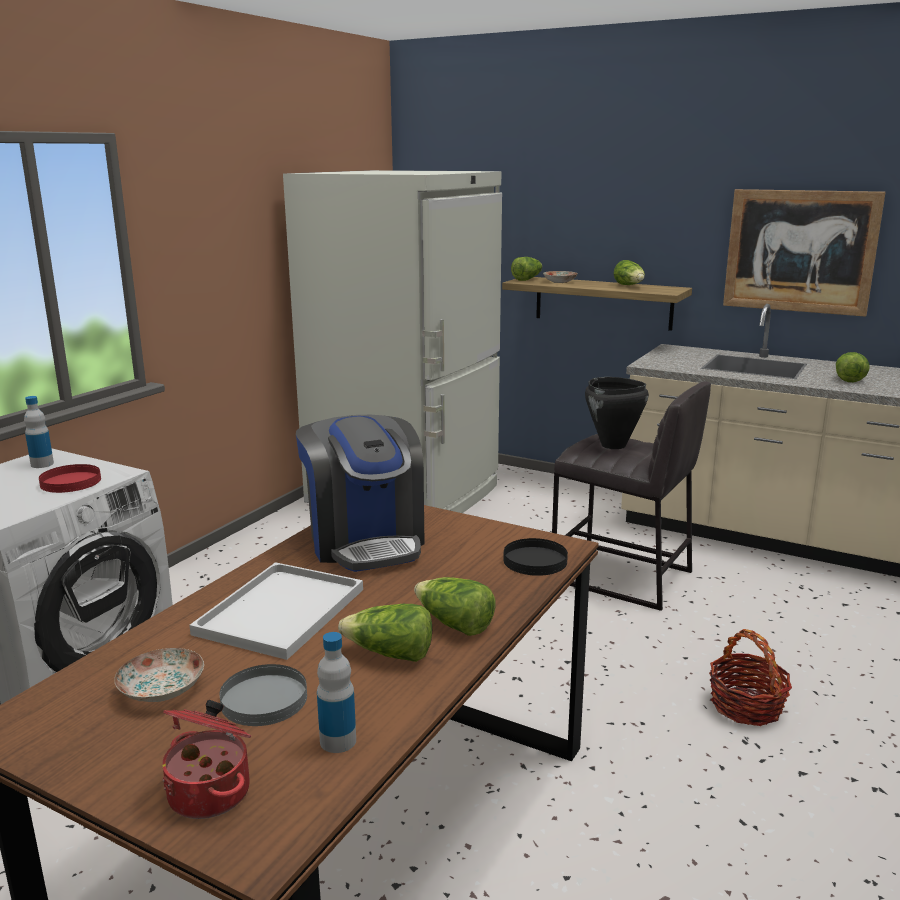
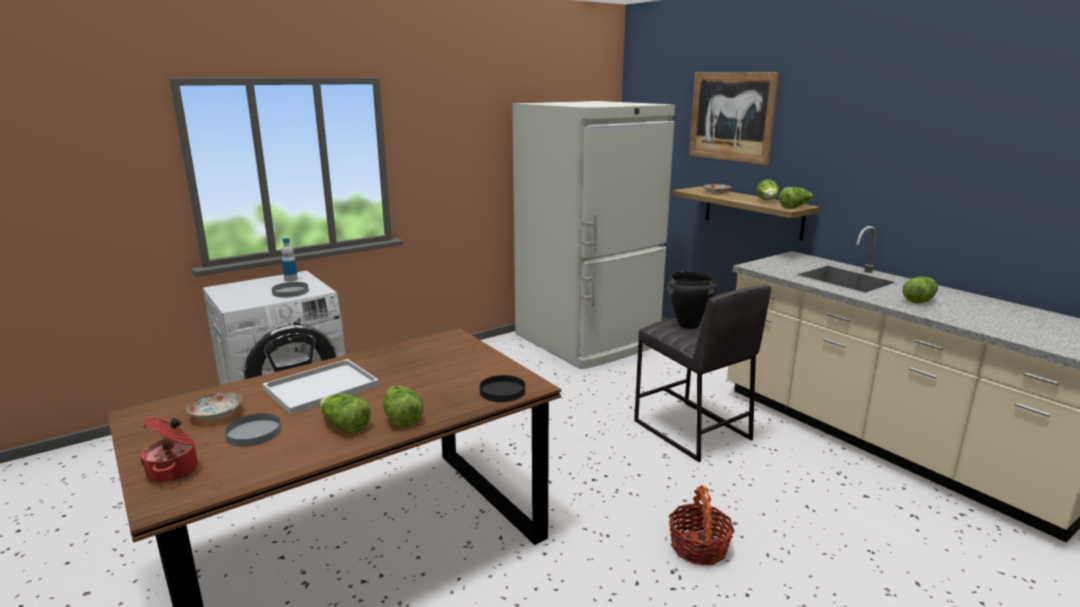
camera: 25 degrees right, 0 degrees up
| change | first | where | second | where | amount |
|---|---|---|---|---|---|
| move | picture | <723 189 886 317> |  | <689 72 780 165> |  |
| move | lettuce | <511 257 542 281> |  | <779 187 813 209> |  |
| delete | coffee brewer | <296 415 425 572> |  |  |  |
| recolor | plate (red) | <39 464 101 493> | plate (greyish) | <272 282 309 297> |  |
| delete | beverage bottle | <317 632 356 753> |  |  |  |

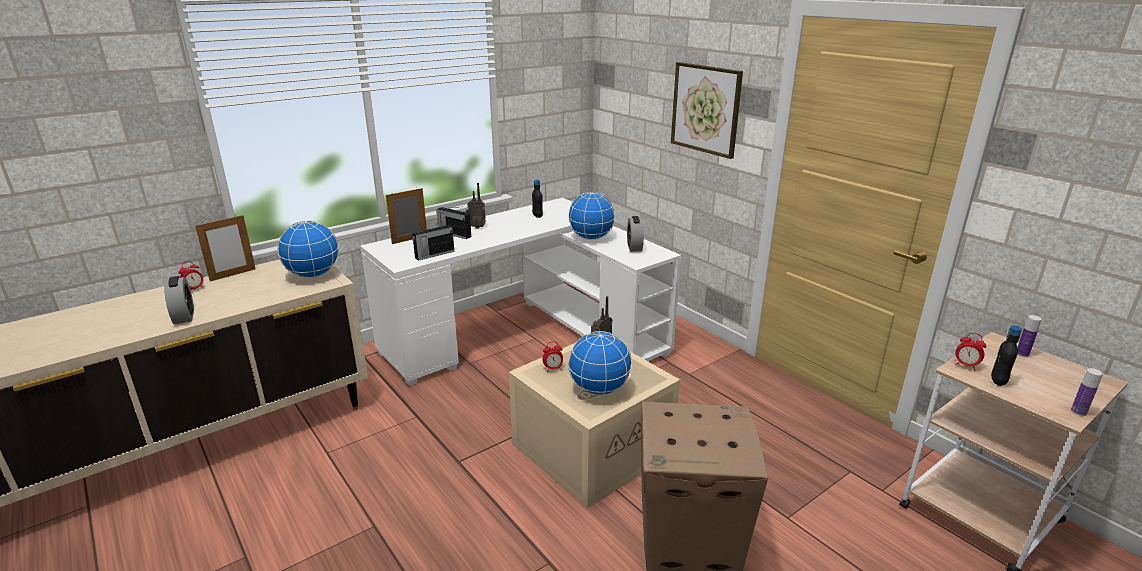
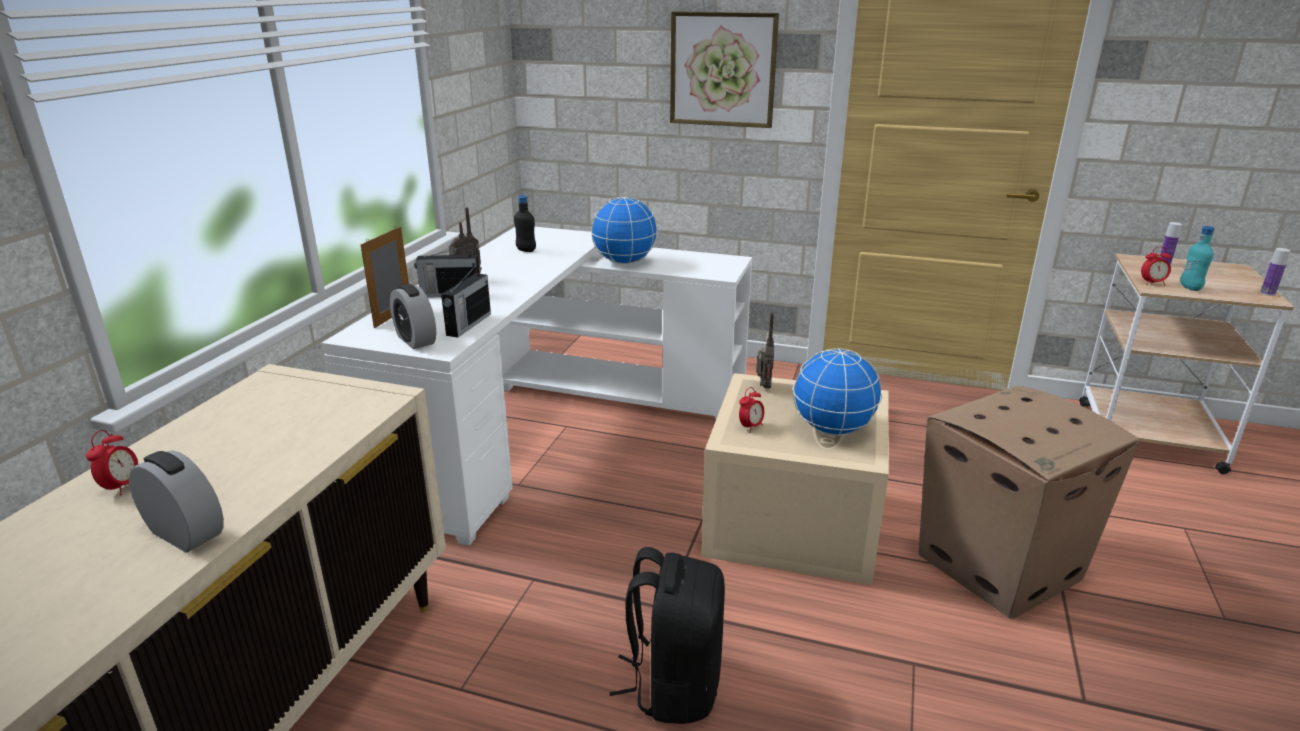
camera: 35 degrees left, 0 degrees up
| change | first | where | second | where | amount |
|---|---|---|---|---|---|
| delete | standing frame | <195 215 256 281> |  |  |  |
| move | table clock | <627 216 644 252> |  | <390 284 436 349> |  |
| delete | globe | <277 221 339 278> |  |  |  |
| recolor | beverage bottle (black) | <991 325 1022 386> | beverage bottle (blue-green) | <1180 226 1215 291> |  |
| insert |  |  | rucksack (black) | <609 547 725 724> |  |

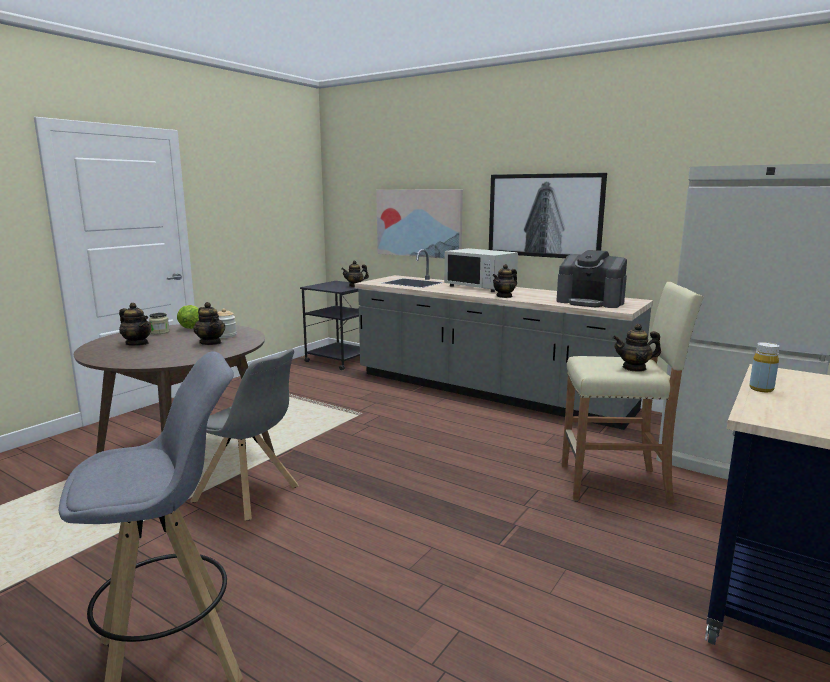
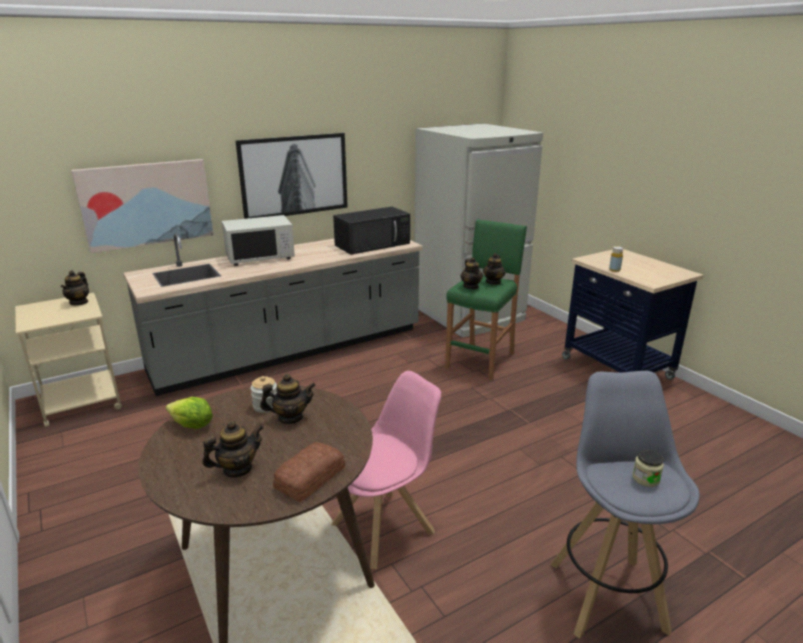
camera: 65 degrees left, 10 degrees up
| change | first | where | second | where | amount |
|---|---|---|---|---|---|
| replace | coffee brewer | <556 250 627 308> | microwave oven (black) | <333 207 410 255> |  |
| move | pot for tea | <492 264 517 298> |  | <460 257 483 289> |  |
| recolor | trolley (black) | <300 281 360 370> | trolley (beige) | <15 293 122 427> |  |
| recolor | stool seat (beige) | <562 282 704 504> | stool seat (greenish) | <445 219 527 381> |  |
| move | jar | <149 313 169 334> |  | <632 450 664 487> |  |
| recolor | plain chair (greyish) | <190 349 299 521> | plain chair (pink-coloured) | <332 371 441 569> |  |
| insert |  |  | baked bread | <273 442 345 502> |  |

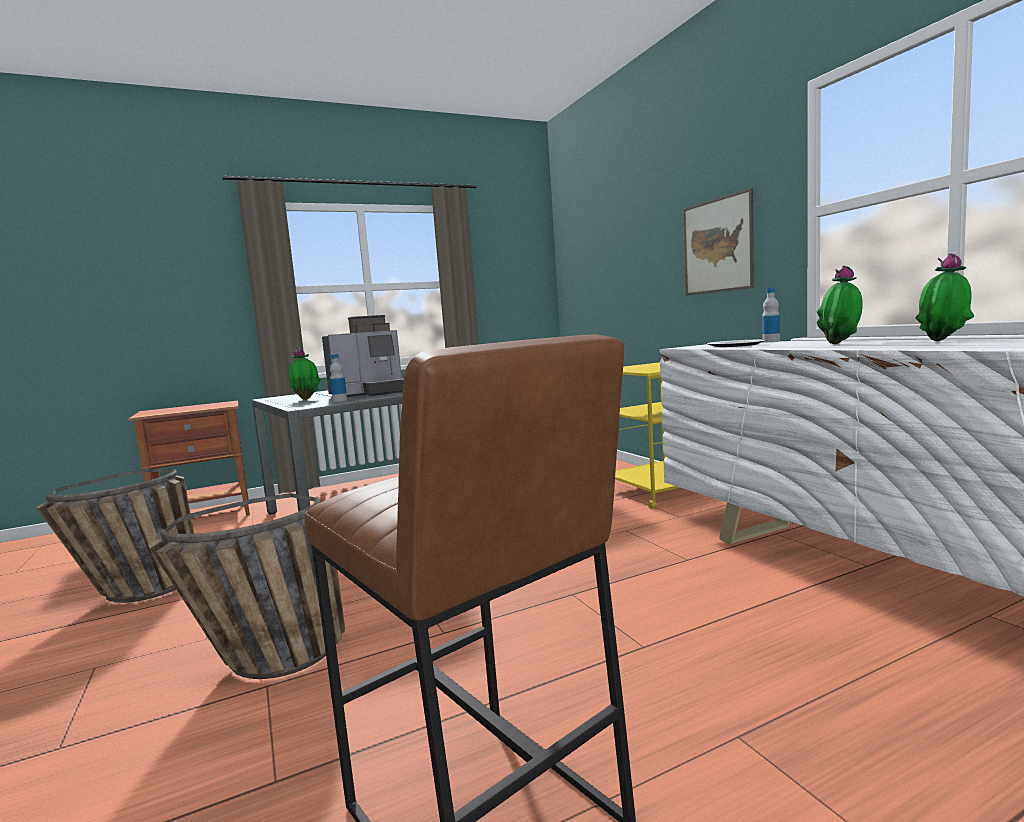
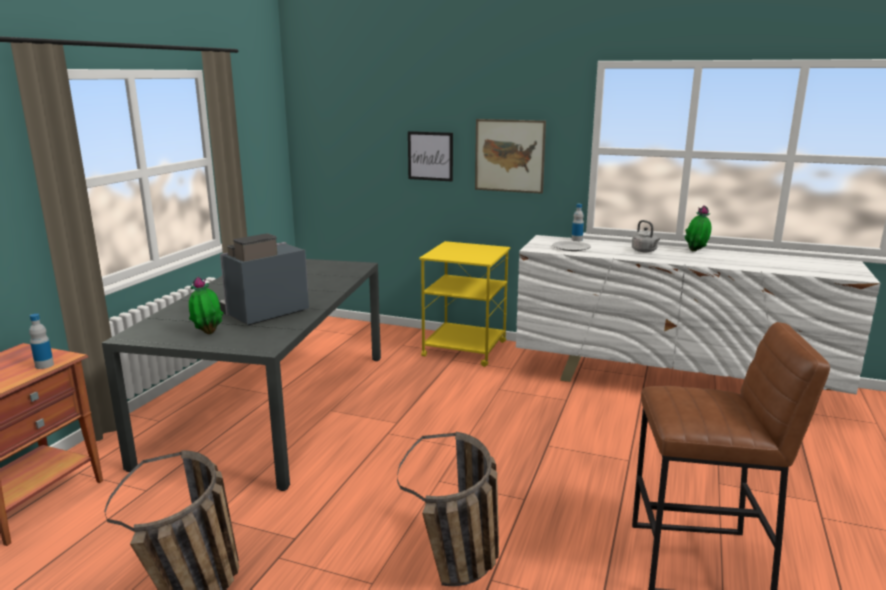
camera: 45 degrees left, 10 degrees up
| change | first | where | second | where | amount |
|---|---|---|---|---|---|
| replace | houseplant | <816 266 863 344> | tea kettle (greyish) | <632 220 660 252> |  |
| rotate | coffee brewer | <322 315 404 397> |  | <219 233 309 325> | 150 degrees counterclockwise |
| move | beverage bottle | <330 354 347 402> |  | <29 314 54 369> |  |
| insert |  |  | picture | <408 131 453 182> |  |

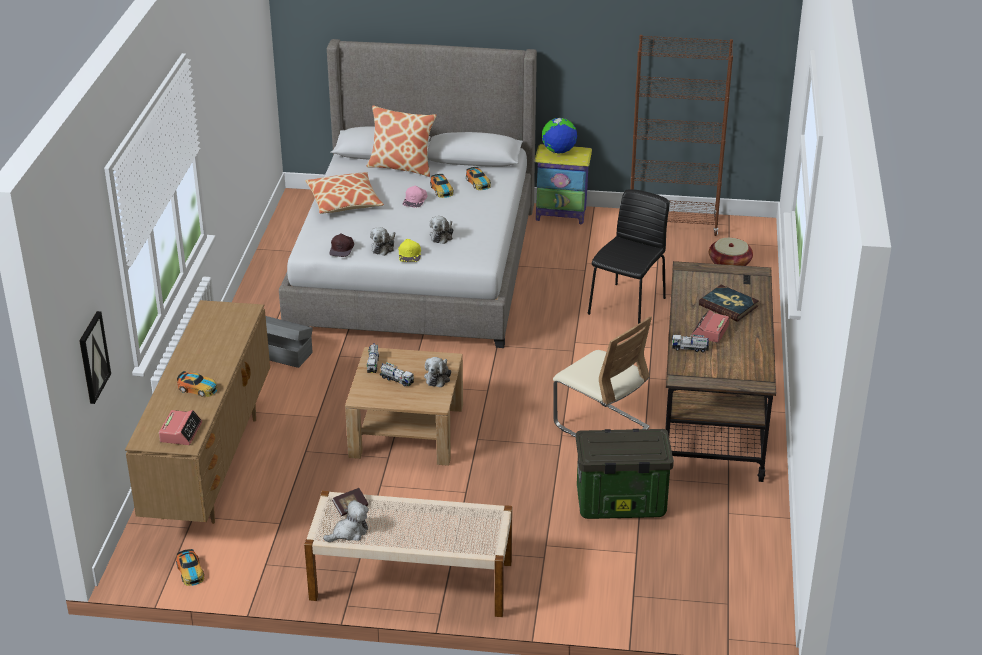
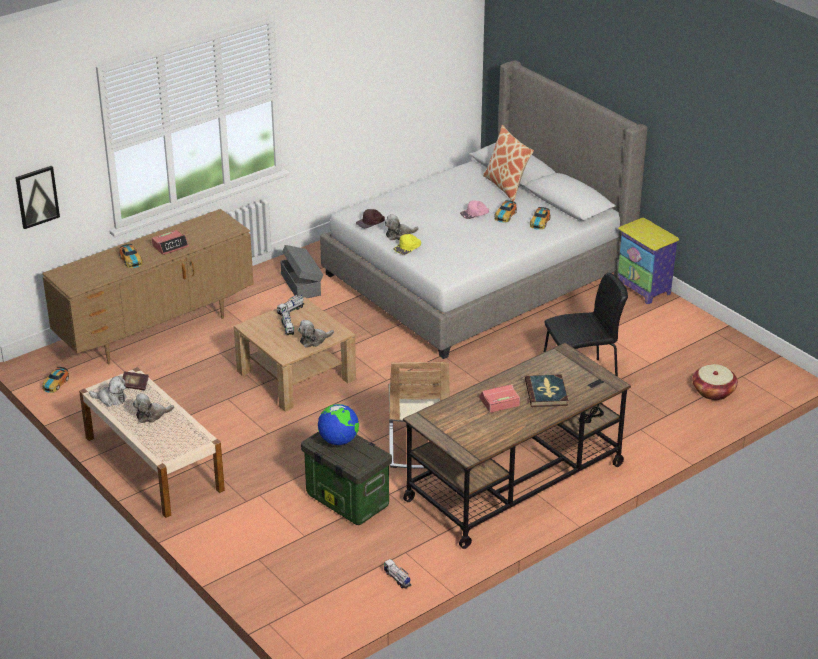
camera: 45 degrees right, 0 degrees up
| change | first | where | second | where | amount |
|---|---|---|---|---|---|
| delete | shelving unit (brownish) | <630 35 733 236> |  |  |  |
| move | globe | <542 118 577 153> |  | <318 404 359 445> |  |
| delete | throw pillow | <305 172 384 214> |  |  |  |
| move | cuddly toy | <430 216 453 244> |  | <133 393 174 423> |  |
| move | toy lorry | <672 334 709 353> |  | <384 559 412 589> |  |
| move | table clock | <159 410 202 445> |  | <152 230 189 255> |  |

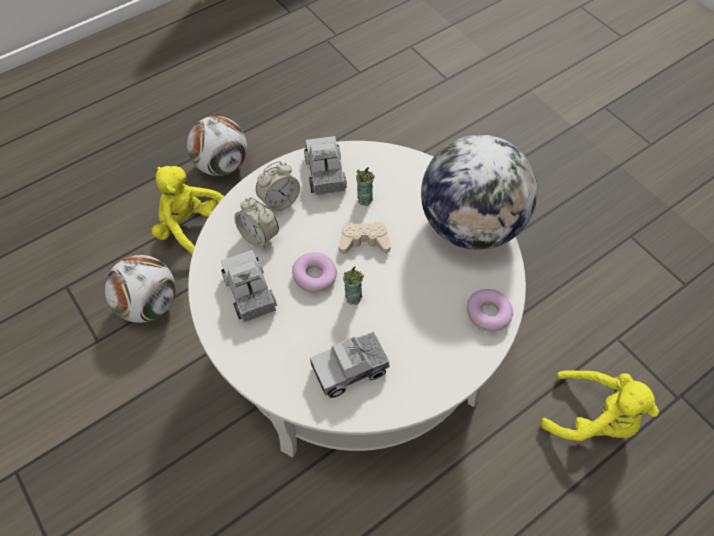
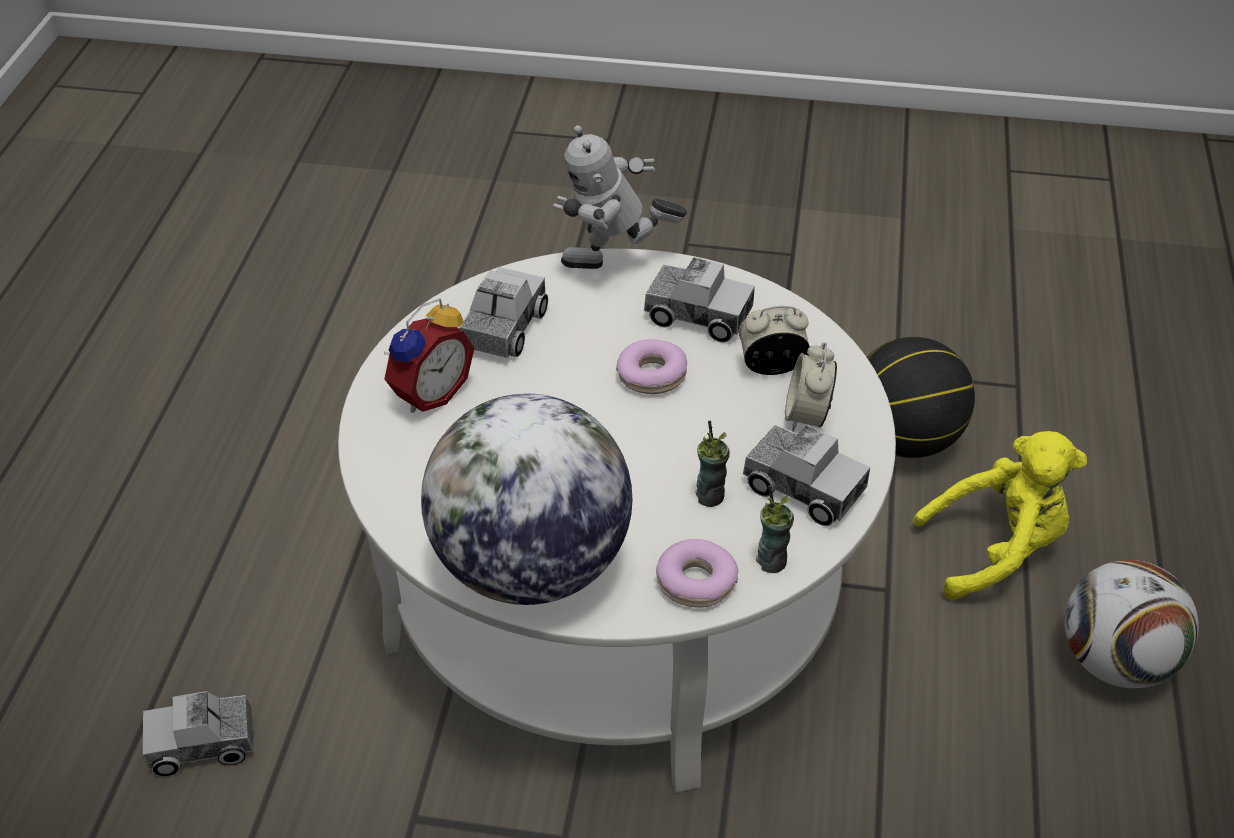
camera: 135 degrees right, 15 degrees down
| change | first | where | second | where | amount |
|---|---|---|---|---|---|
| delete | gamepad (beige) | <339 222 391 254> |  |  |  |
| replace | football | <105 255 176 323> | basketball ball | <867 337 975 458> |  |
| move | drinking cup | <343 266 364 305> |  | <756 486 794 573> |  |
| move | donut | <467 289 513 332> |  | <656 539 739 608> |  |
| replace | cuddly toy (yellow-coloured) | <540 370 659 441> | toy lorry | <143 691 254 777> |  |
| insert |  |  | robot figure | <553 125 687 269> |  |
| insert |  |  | table clock | <384 298 474 413> |  |

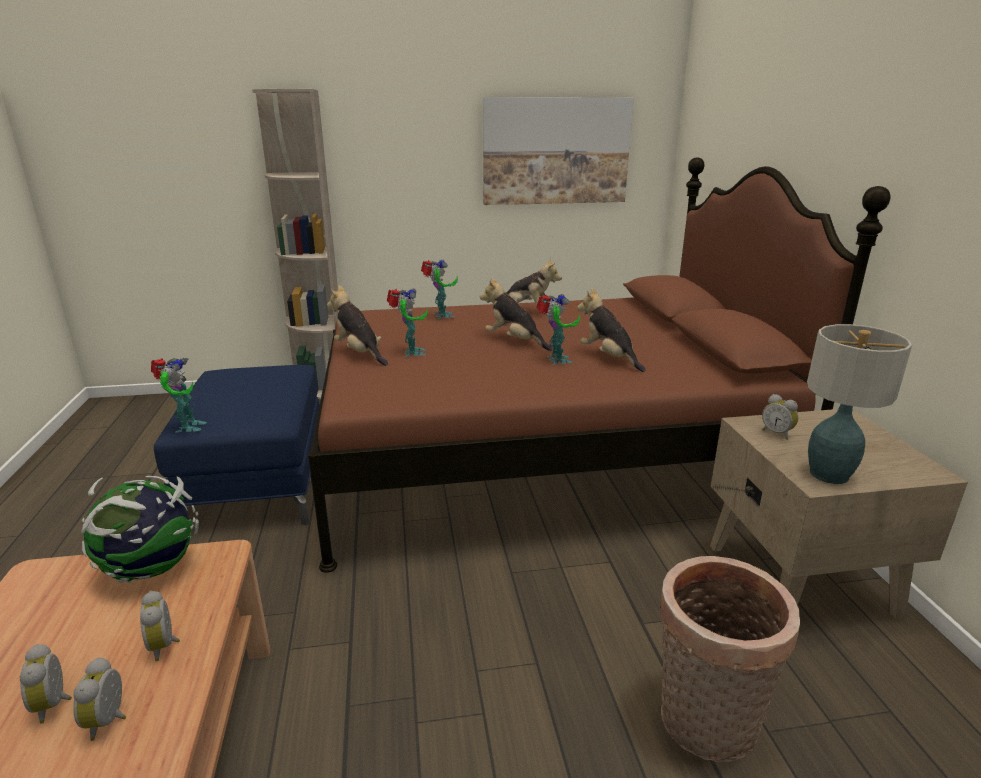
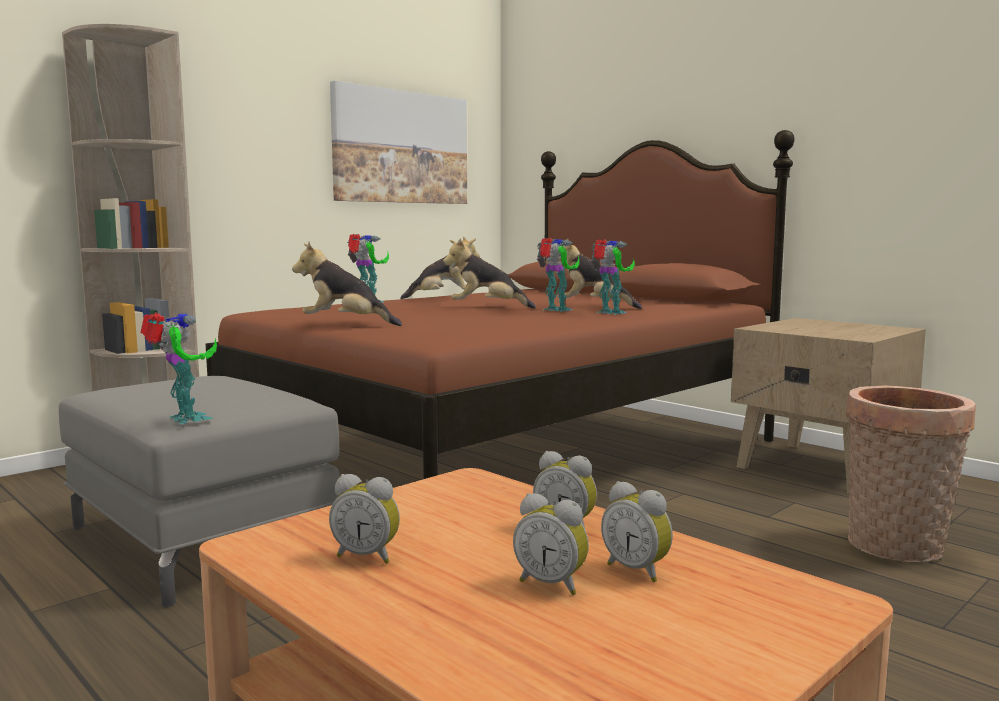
camera: 35 degrees left, 15 degrees down
| change | first | where | second | where | amount |
|---|---|---|---|---|---|
| move | robot figure | <387 288 428 357> |  | <591 239 635 315> |  |
| delete | table lamp | <807 324 912 484> |  |  |  |
| recolor | ottoman (blue) | <154 365 319 525> | ottoman (greyish) | <59 376 340 607> |  |
| move | table clock | <762 394 798 440> |  | <329 474 400 564> |  |
| delete | globe | <81 476 199 583> |  |  |  |

